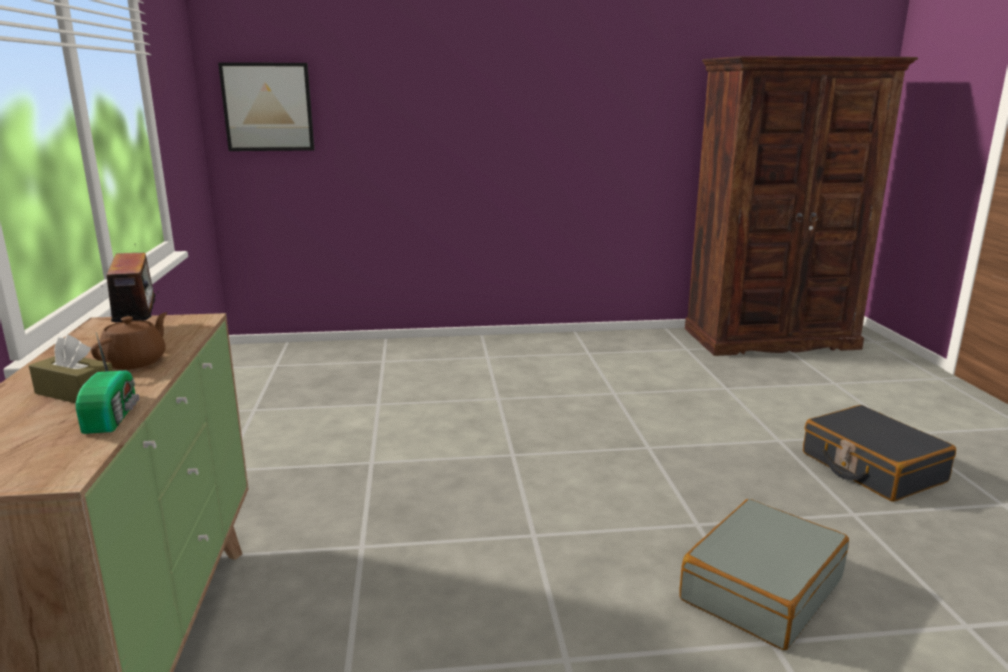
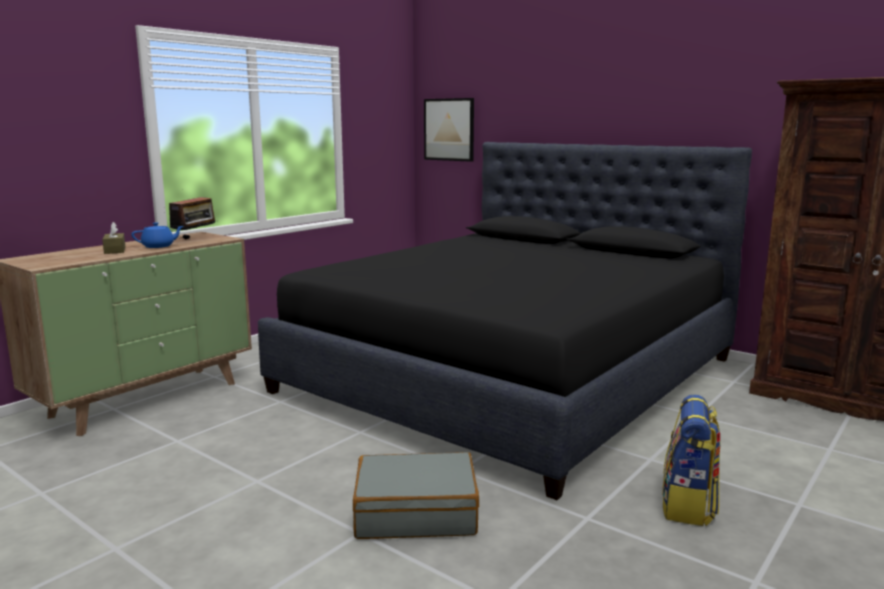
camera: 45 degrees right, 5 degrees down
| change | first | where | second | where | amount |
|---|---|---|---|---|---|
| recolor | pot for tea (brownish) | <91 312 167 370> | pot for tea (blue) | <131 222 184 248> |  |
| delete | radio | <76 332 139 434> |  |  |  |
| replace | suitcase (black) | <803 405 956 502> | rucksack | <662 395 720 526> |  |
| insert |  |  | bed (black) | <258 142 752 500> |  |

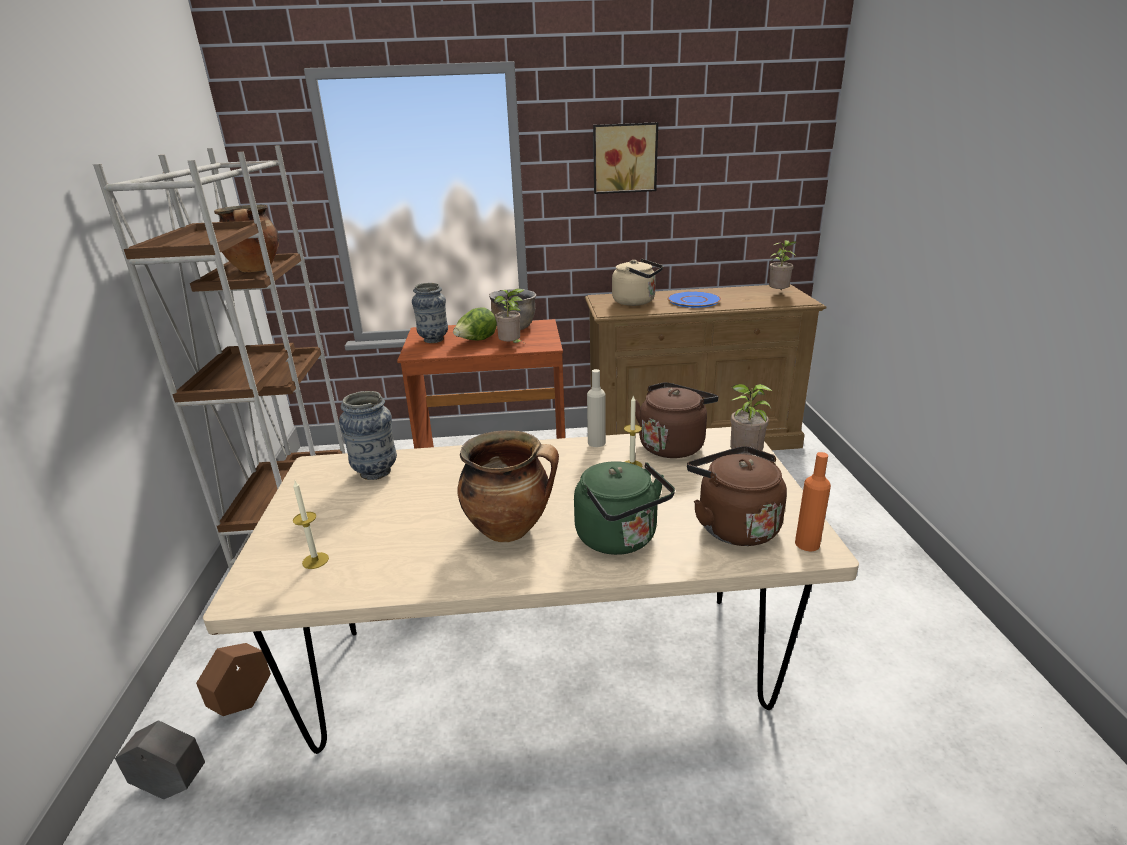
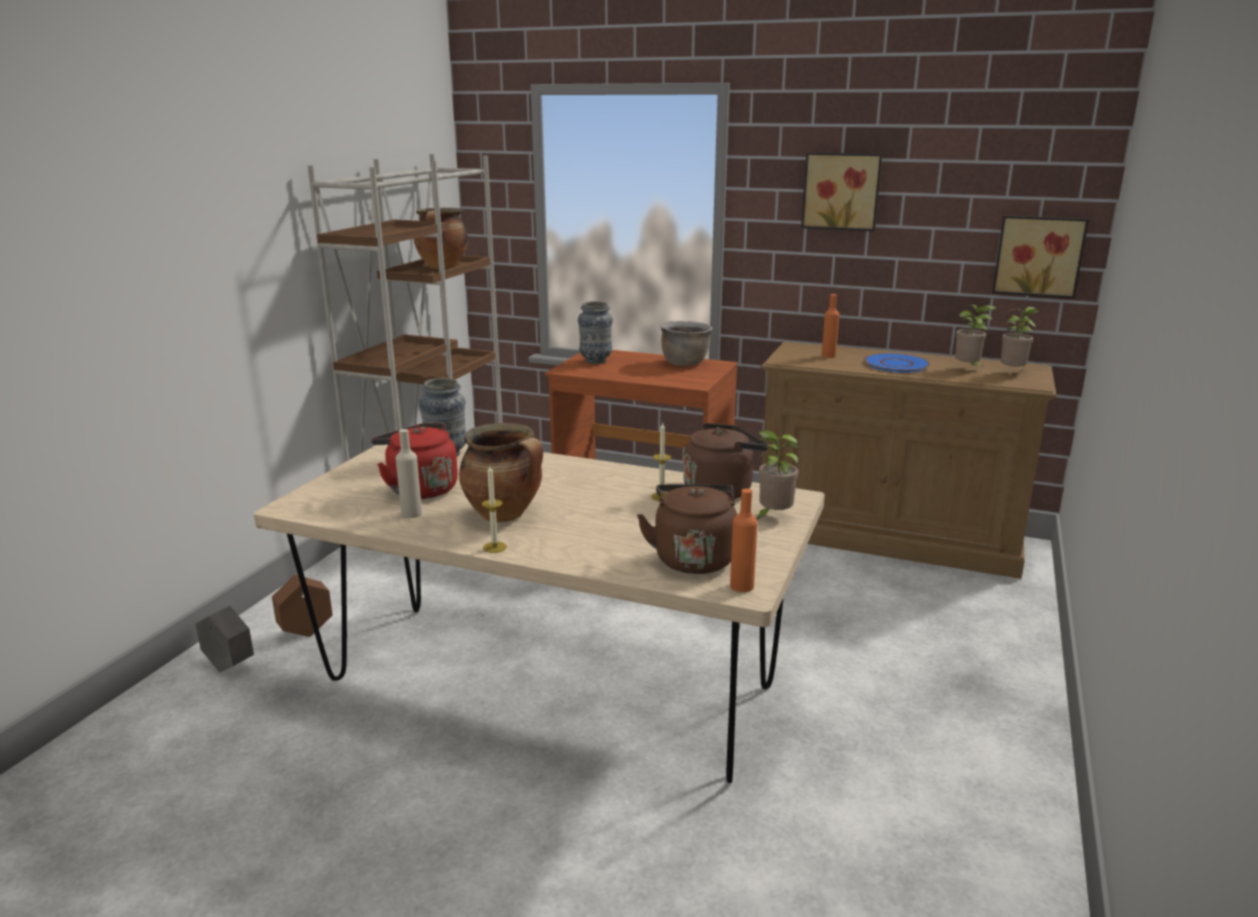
camera: 25 degrees right, 5 degrees down
| change | first | where | second | where | amount |
|---|---|---|---|---|---|
| replace | tea kettle (beige) | <612 259 663 306> | beverage bottle (orange-coloured) | <821 294 839 358> |  |
| move | houseplant | <494 288 525 343> |  | <955 305 996 369> |  |
| delete | lettuce | <453 308 497 341> |  |  |  |
| move | beverage bottle (beige) | <587 369 606 447> |  | <396 429 422 518> |  |
| delete | tea kettle (greenish) | <574 461 675 555> |  |  |  |
| move | wax light | <293 481 329 569> |  | <482 466 507 553> |  |
| insert |  |  | picture | <992 215 1089 299> |  |
| insert |  |  | tea kettle (red) | <371 423 458 499> |  |

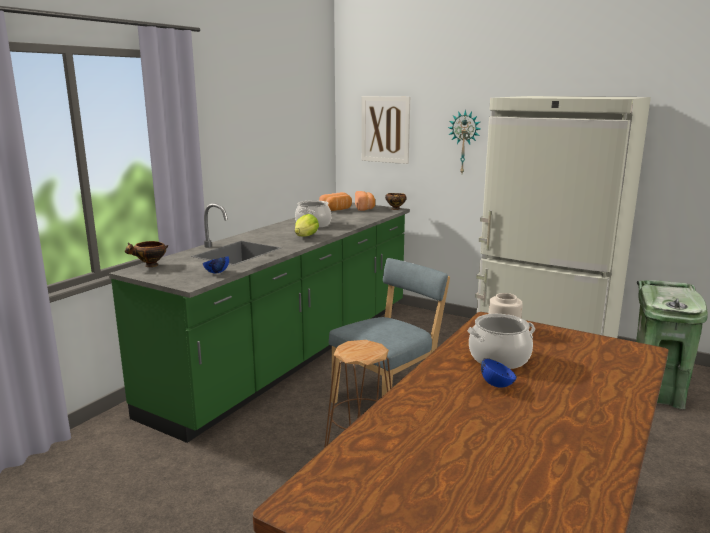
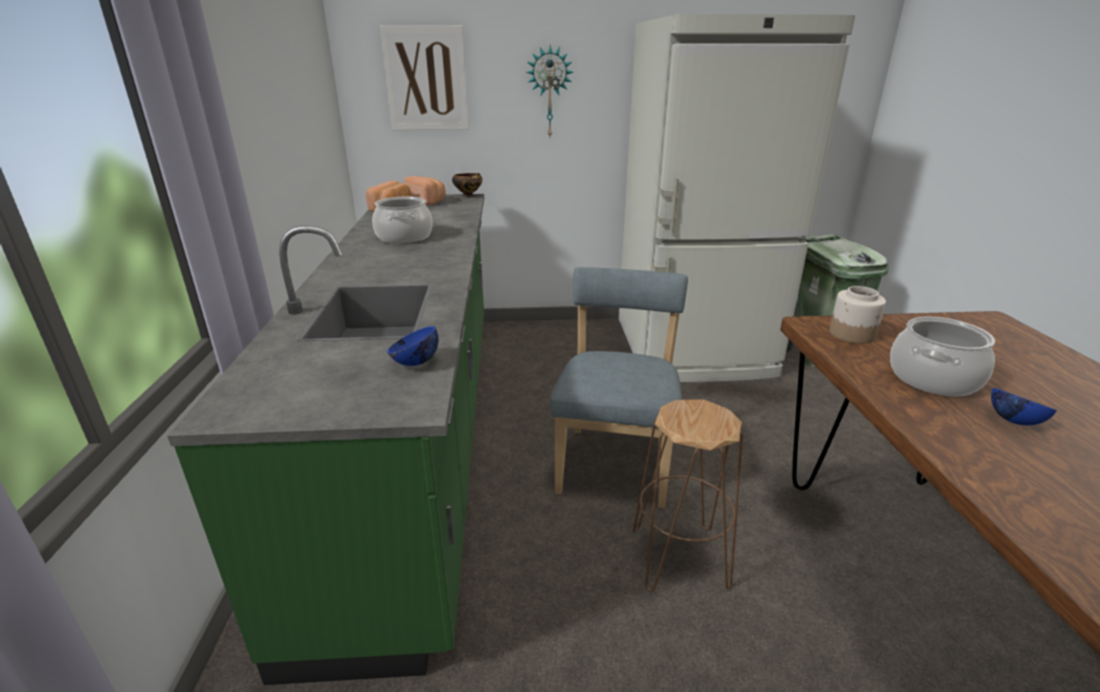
camera: 35 degrees left, 10 degrees up
| change | first | where | second | where | amount |
|---|---|---|---|---|---|
| delete | lettuce | <295 214 319 237> |  |  |  |
| delete | bowl | <125 241 168 267> |  |  |  |

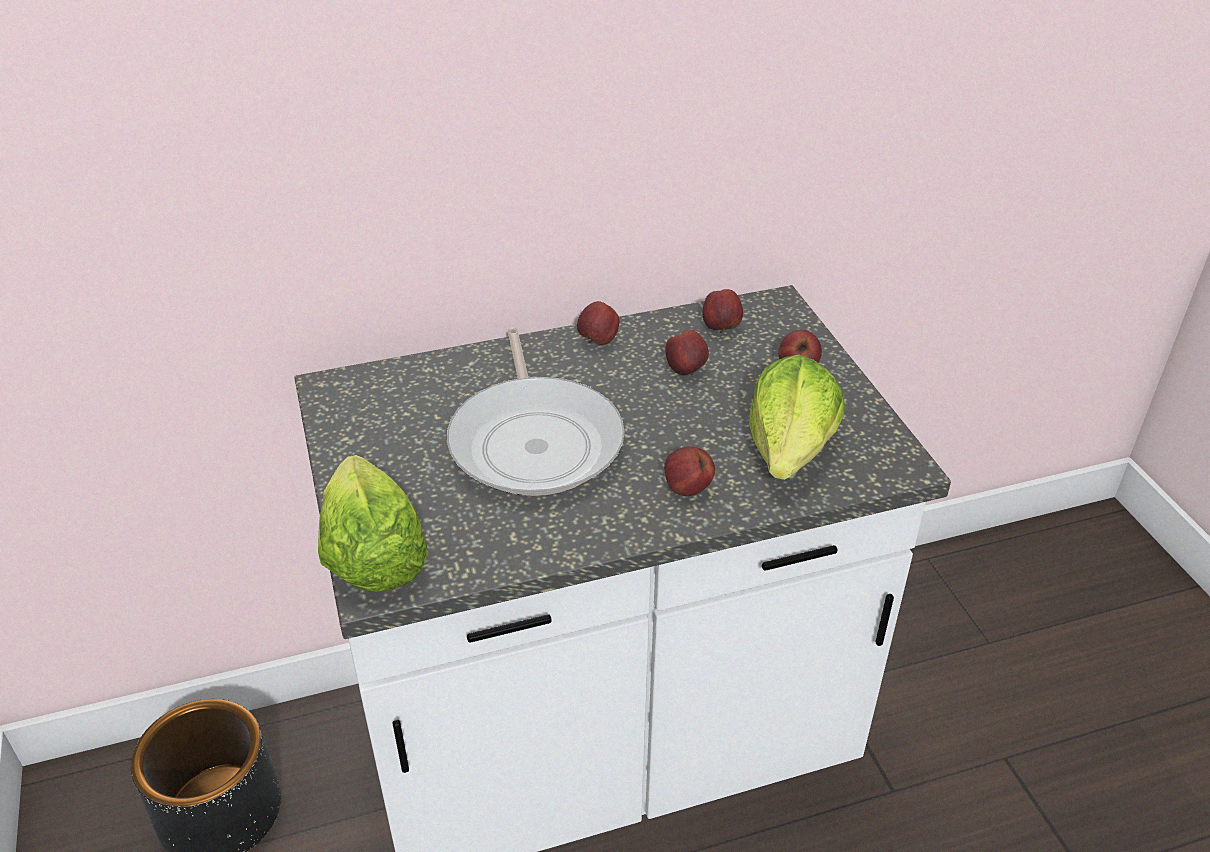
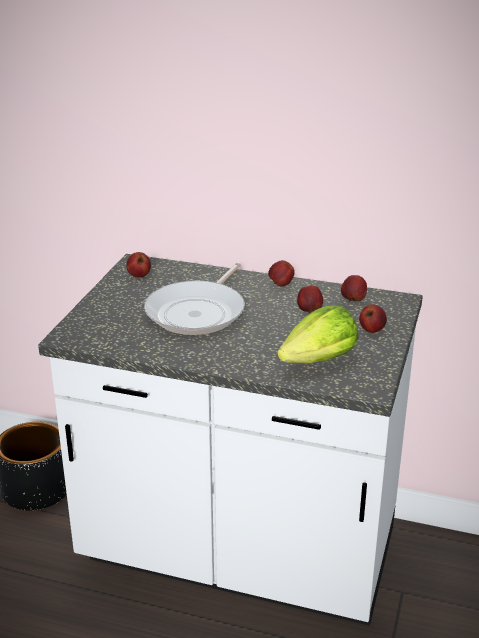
camera: 35 degrees right, 10 degrees down
| change | first | where | second | where | amount |
|---|---|---|---|---|---|
| move | whole apple | <664 446 715 496> |  | <126 252 151 277> |  |
| delete | lettuce | <318 455 428 592> |  |  |  |

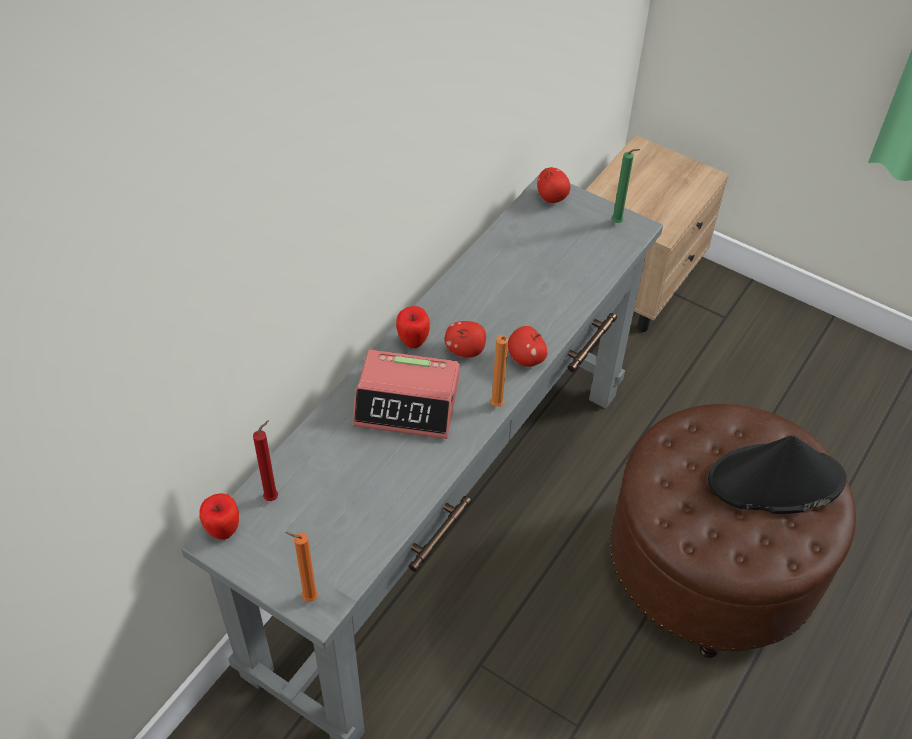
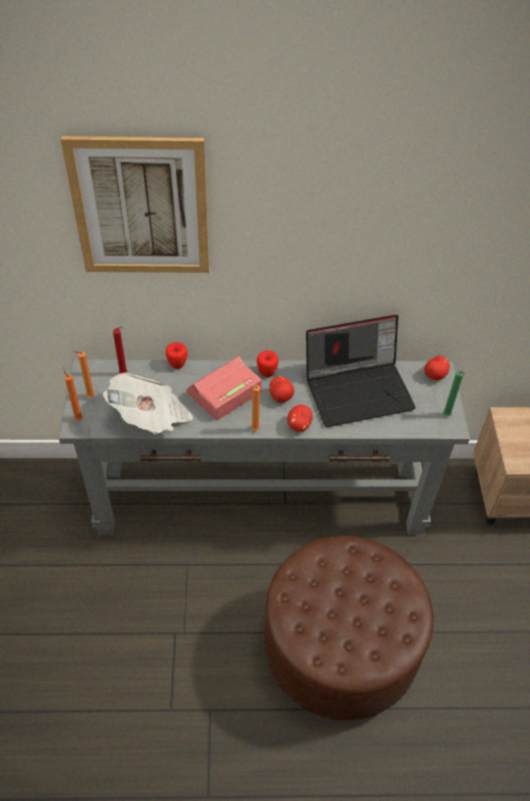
camera: 55 degrees right, 0 degrees up
| change | first | where | second | where | amount |
|---|---|---|---|---|---|
| rotate | table clock | <353 350 459 439> |  | <186 356 262 420> | 75 degrees clockwise |
| delete | wearable hat (black) | <708 435 847 514> |  |  |  |
| move | whole apple | <199 493 239 540> |  | <166 342 188 369> |  |
| insert |  |  | picture | <61 136 209 273> |  |
| insert |  |  | portable computer | <306 315 416 427> |  |
| insert |  |  | wax light (orange-coloured) | <73 351 95 398> |  |
| insert |  |  | printed paper | <103 372 193 434> |  |

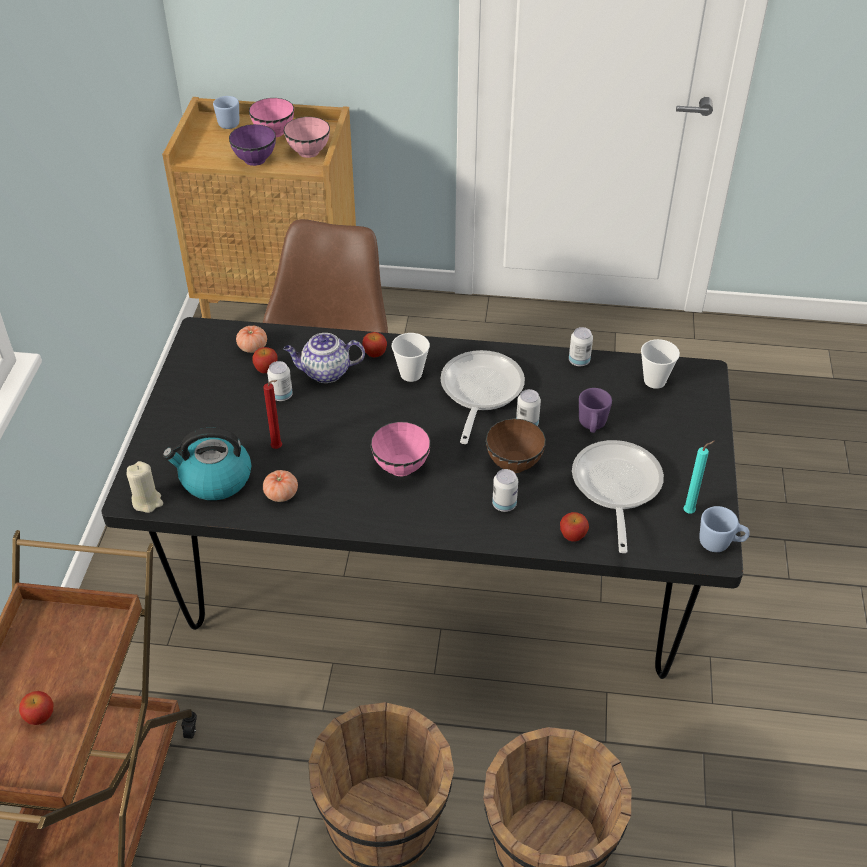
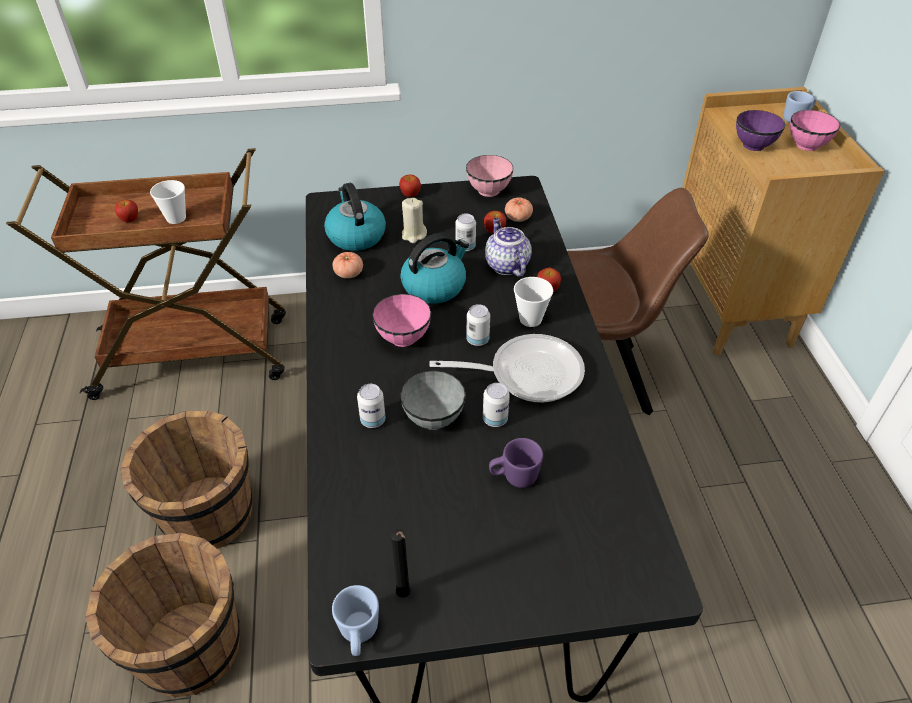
camera: 75 degrees right, 0 degrees up
| change | first | where | second | where | amount |
|---|---|---|---|---|---|
| move | bowl (pink-coloured) | <284 117 330 158> |  | <466 155 513 197> |  |
| move | metal can | <569 327 593 367> |  | <466 304 490 346> |  |
| move | drinking cup | <641 339 680 389> |  | <150 180 186 224> |  |
| delete | wax light (red) | <263 380 282 449> |  |  |  |
| recolor | bowl (brownish) | <486 418 546 473> | bowl (greyish) | <400 371 466 430> |  |
| delete | pan | <572 440 664 553> |  |  |  |
| recolor | wax light (blue-green) | <683 441 715 513> | wax light (black) | <391 529 411 598> |  |
| move | wax light (beige) | <126 461 163 513> |  | <402 198 427 243> |  |
| move | whole apple | <560 512 589 542> |  | <399 175 421 197> |  |
| insert |  |  | tea kettle | <400 233 469 304> |  |

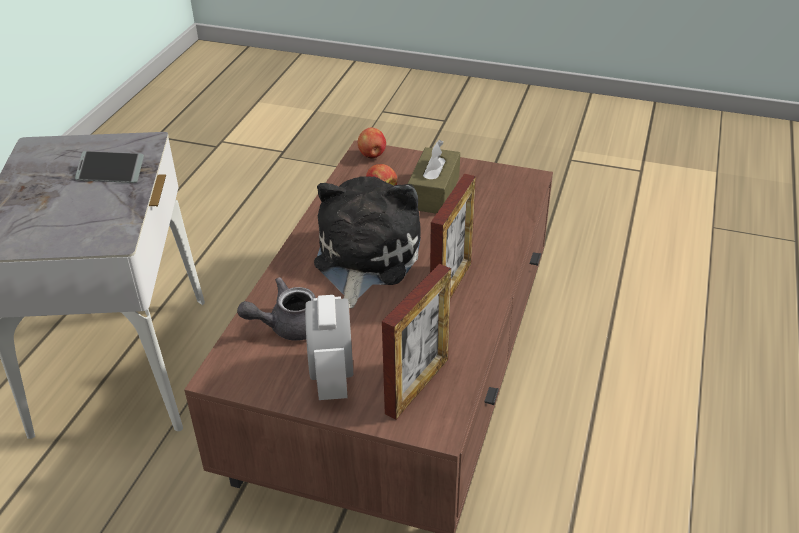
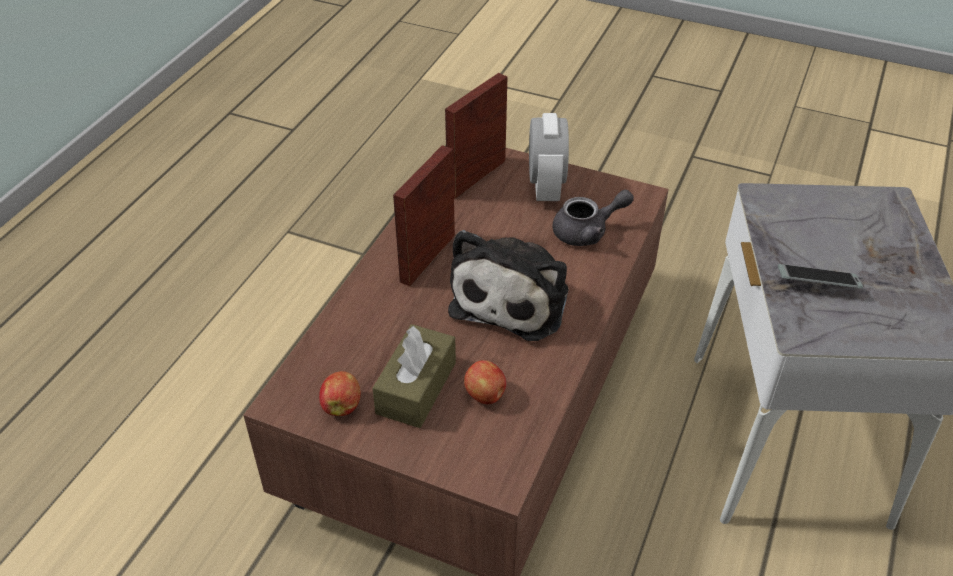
camera: 175 degrees left, 5 degrees up
| change | first | where | second | where | amount |
|---|---|---|---|---|---|
| move | whole apple | <358 128 386 159> |  | <319 371 361 416> |  |

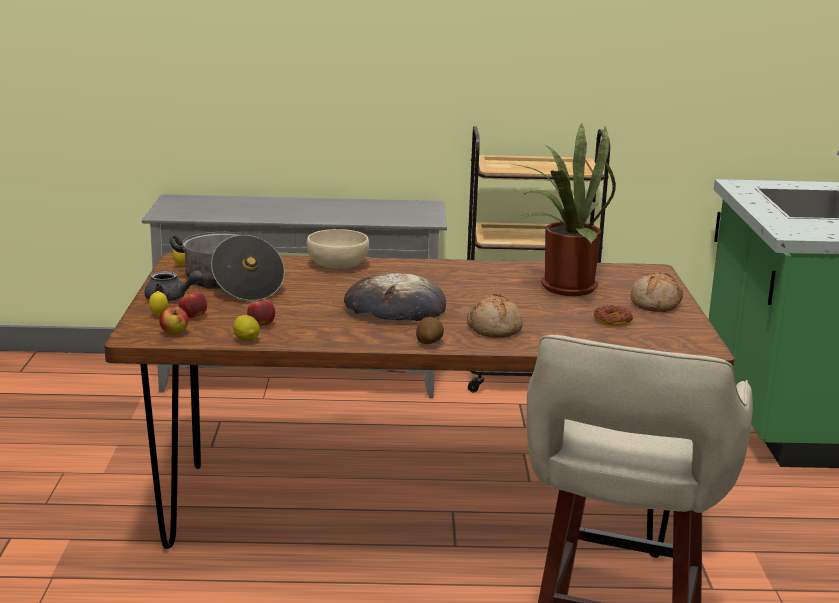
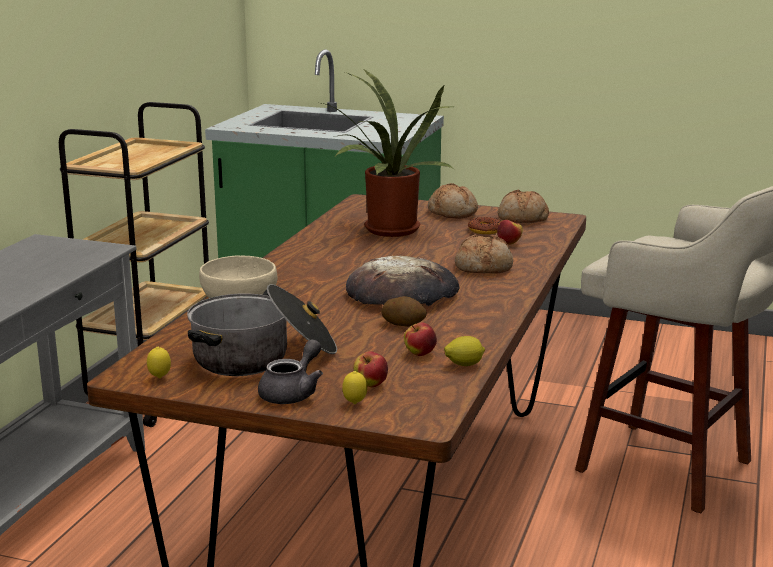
camera: 70 degrees left, 0 degrees up
| change | first | where | second | where | amount |
|---|---|---|---|---|---|
| move | whole apple | <159 307 188 335> |  | <497 219 523 245> |  |
| move | whole potato | <416 317 444 344> |  | <381 296 427 327> |  |
| insert |  |  | baked bread | <498 189 549 223> |  |

